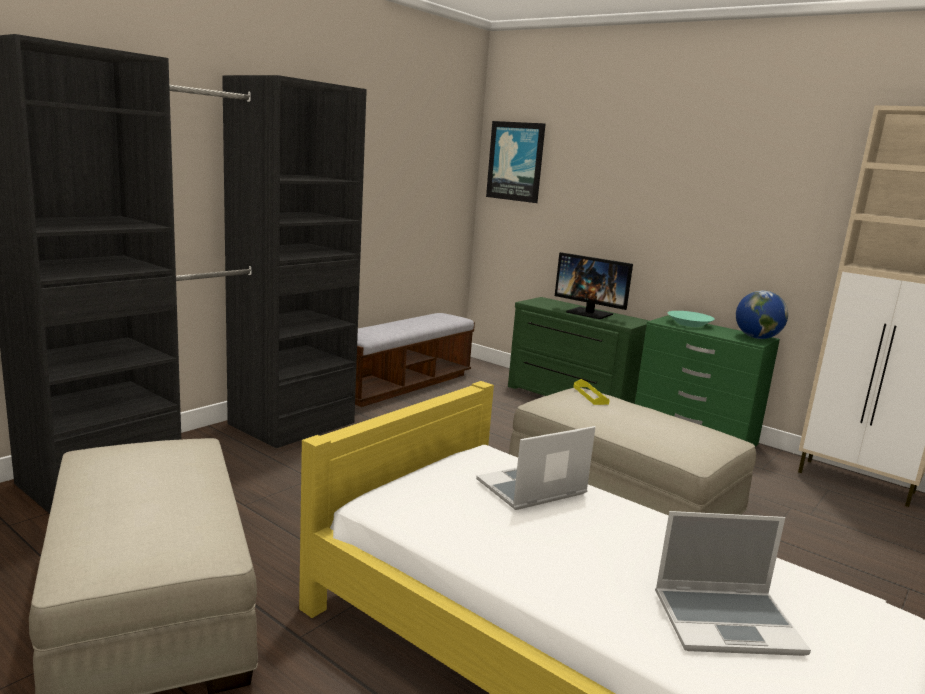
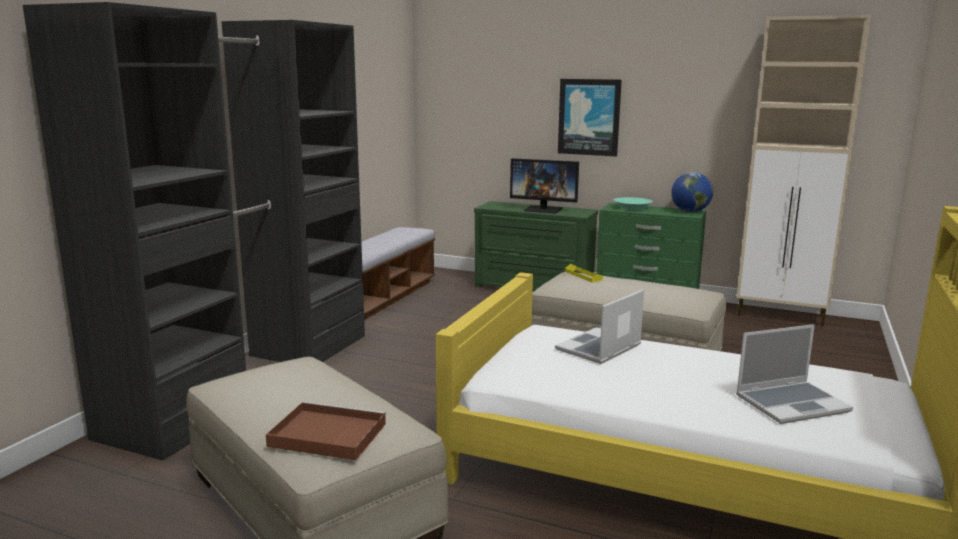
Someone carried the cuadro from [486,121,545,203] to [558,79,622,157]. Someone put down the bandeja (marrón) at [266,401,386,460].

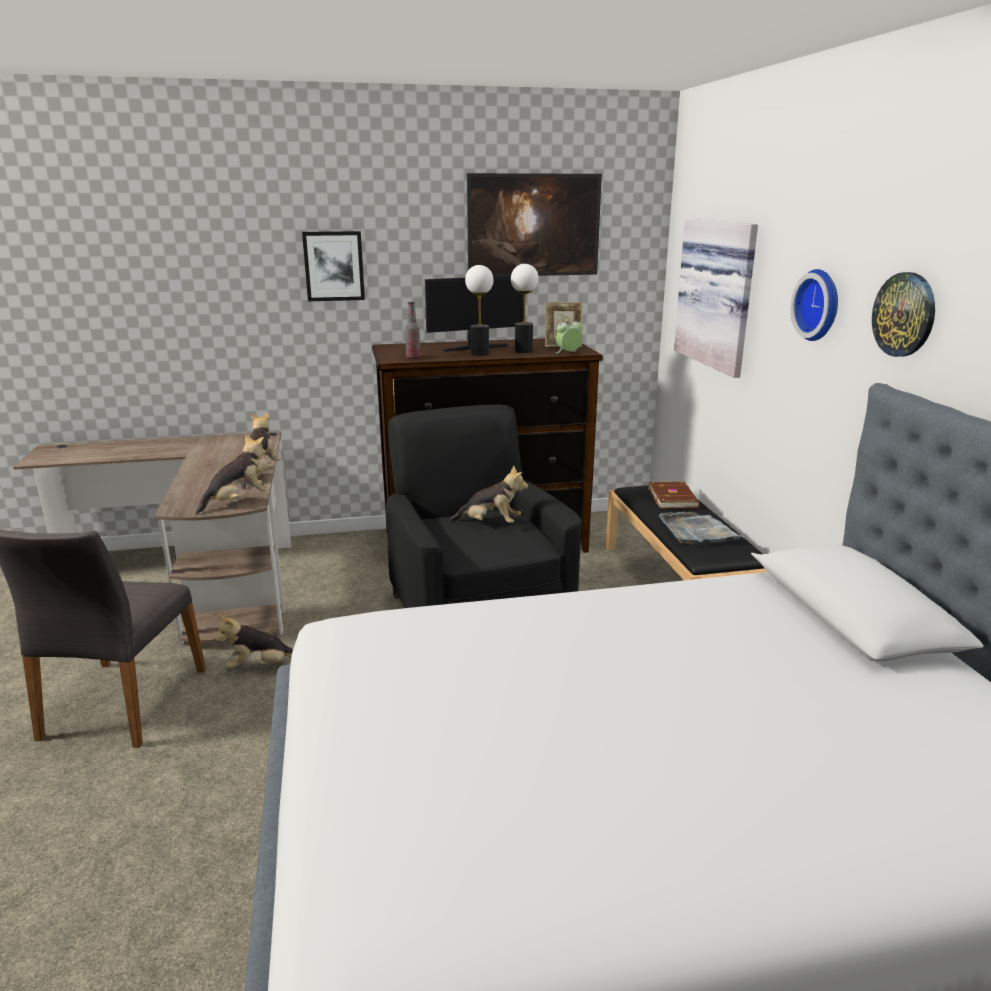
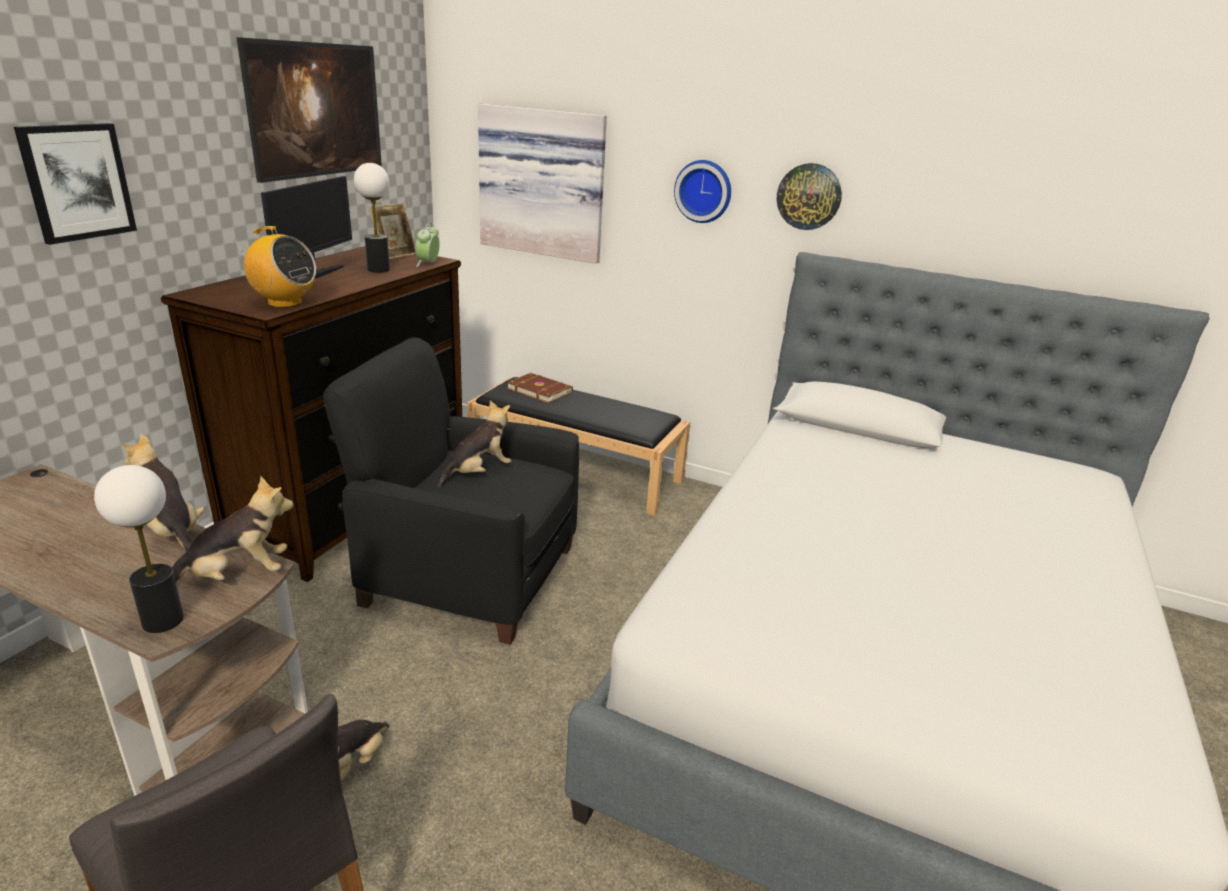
Someone rotated the peluche at [195,434,269,515] by 75 degrees clockwise. Someone swapped the botella at [405,302,421,359] for the radio at [234,226,316,308]. Someone carried the lámpara de mesa from [465,265,493,356] to [94,465,184,633]. Someone took away the bandeja (gris) at [659,512,745,544].

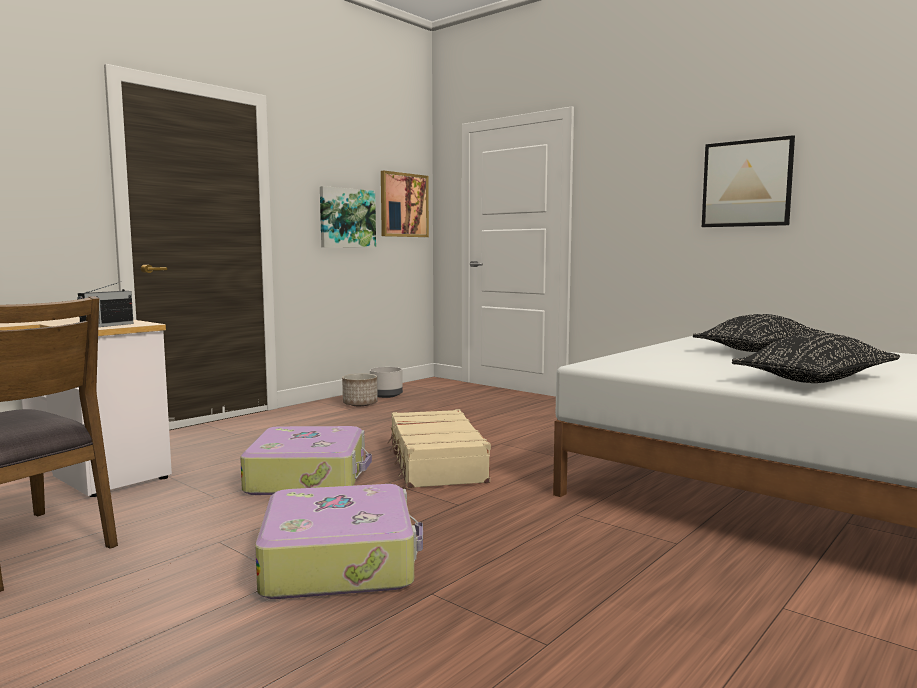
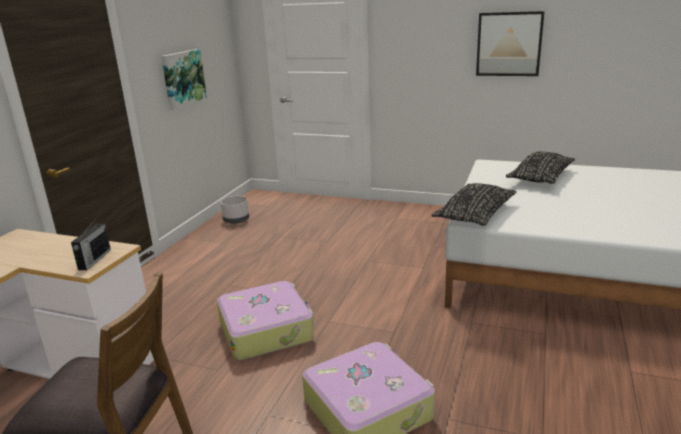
Someone took away the maceta at [342,373,378,406]. Someone took away the cuadro at [381,171,429,237]. Someone took away the maleta (beis) at [387,409,491,488]. Someone carried the cojín (negro) from [732,333,900,383] to [432,183,517,226].

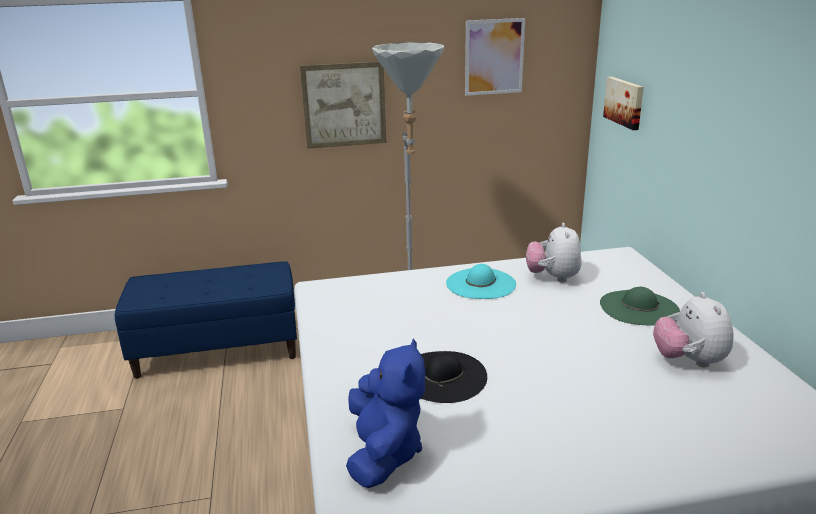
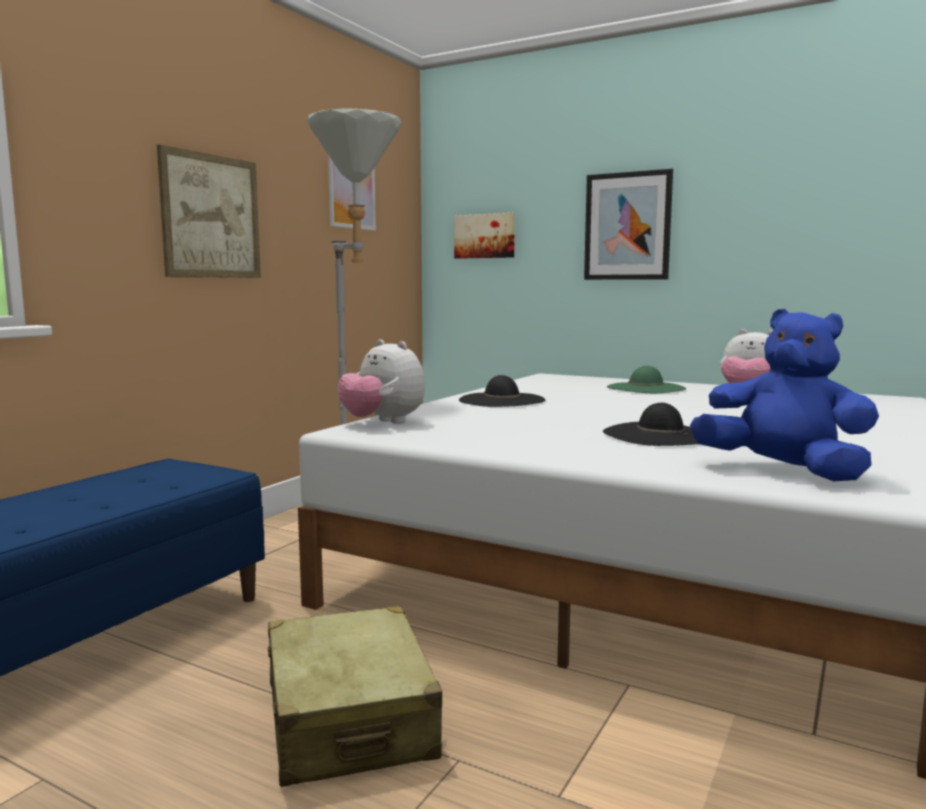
Someone repainted the sombrero (turquesa) at [446,264,516,299], which became the sombrero (negro) at [459,375,545,407]. Someone carried the peluche from [526,223,582,282] to [338,339,425,424]. Someone put down the maleta (beis) at [268,606,442,787]. Someone put up the cuadro at [584,169,673,280].

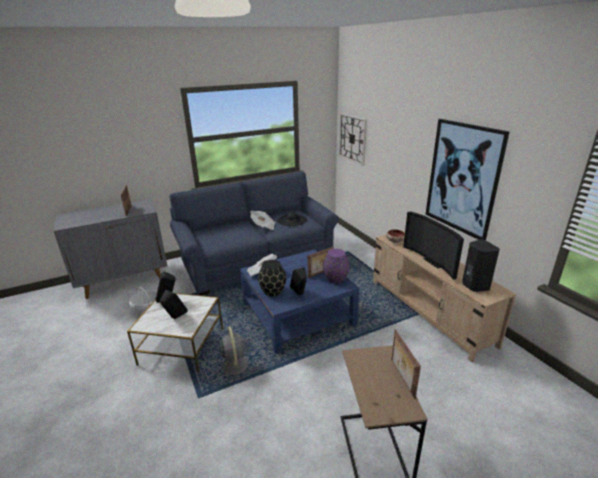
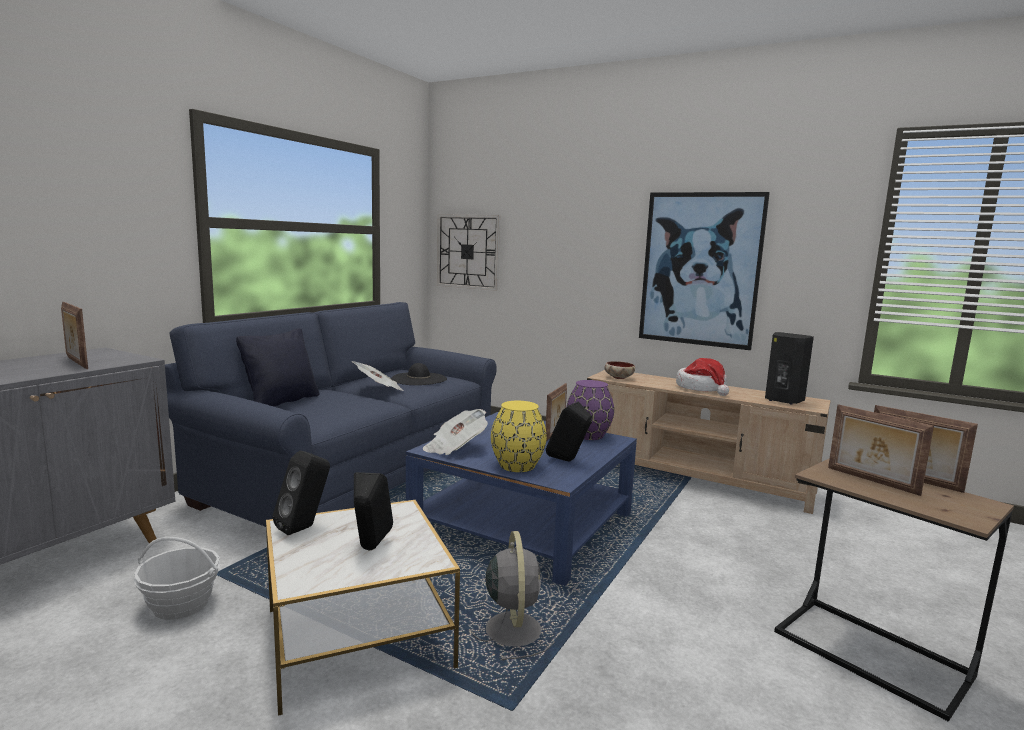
Someone rotated the ventilador (gris) at [216,326,252,383] by 45 degrees clockwise. Someone repainted the florero (negro) at [258,260,286,296], which became the florero (amarillo) at [491,401,547,472]. Someone swapped the televisor at [403,211,464,280] for the sombrero at [676,358,729,396]. Someone put down the cojín (negro) at [236,328,319,406]. Someone put down the portarretratos at [828,404,934,496].

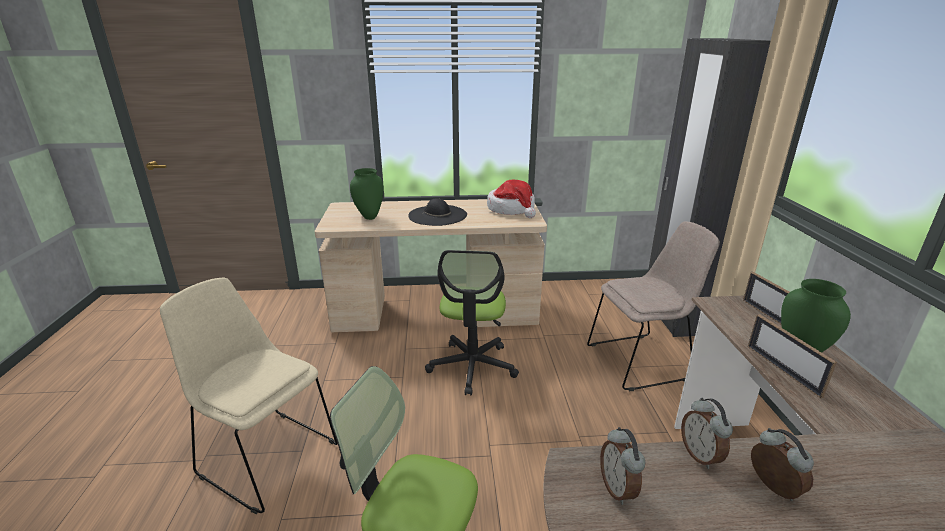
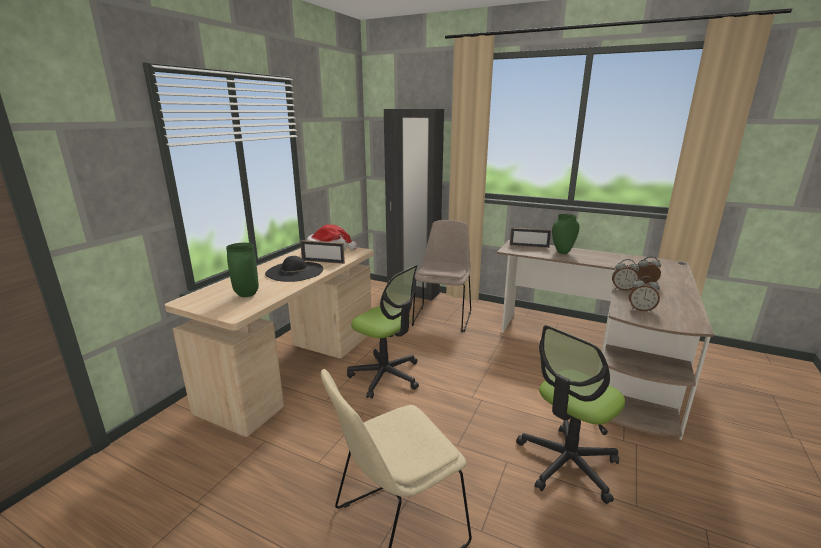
Someone carried the portarretratos from [748,314,837,399] to [300,240,345,264].

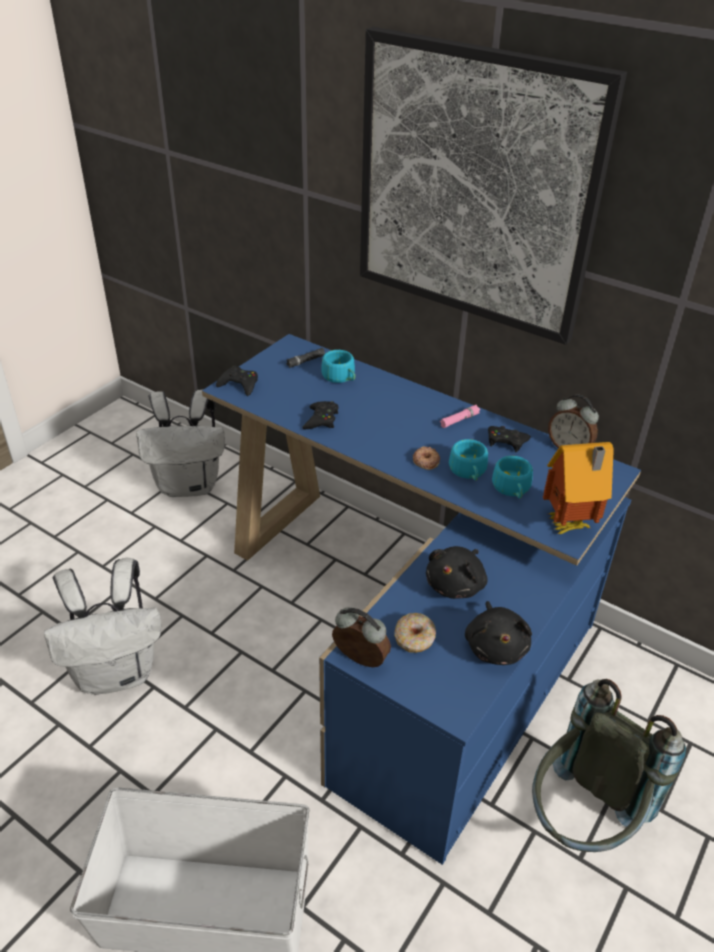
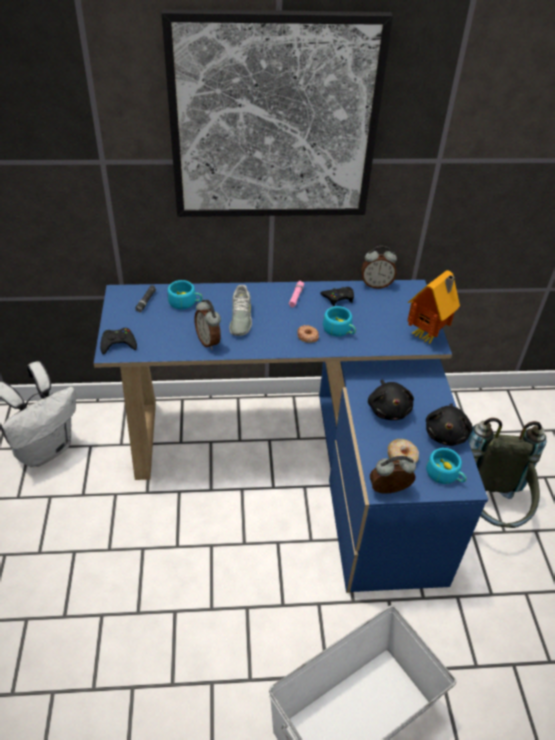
Someone took away the mochila (blanco) at [44,558,161,695]. Someone swapped the mando de consola (negro) at [302,401,338,429] for the despertador at [194,300,221,350]. Someone rotated the peluche (negro) at [465,601,532,665] by 60 degrees clockwise. Someone carried the taza (turquesa) from [492,456,533,498] to [426,448,466,484]. Someone put down the zapato (gris) at [229,285,252,336].

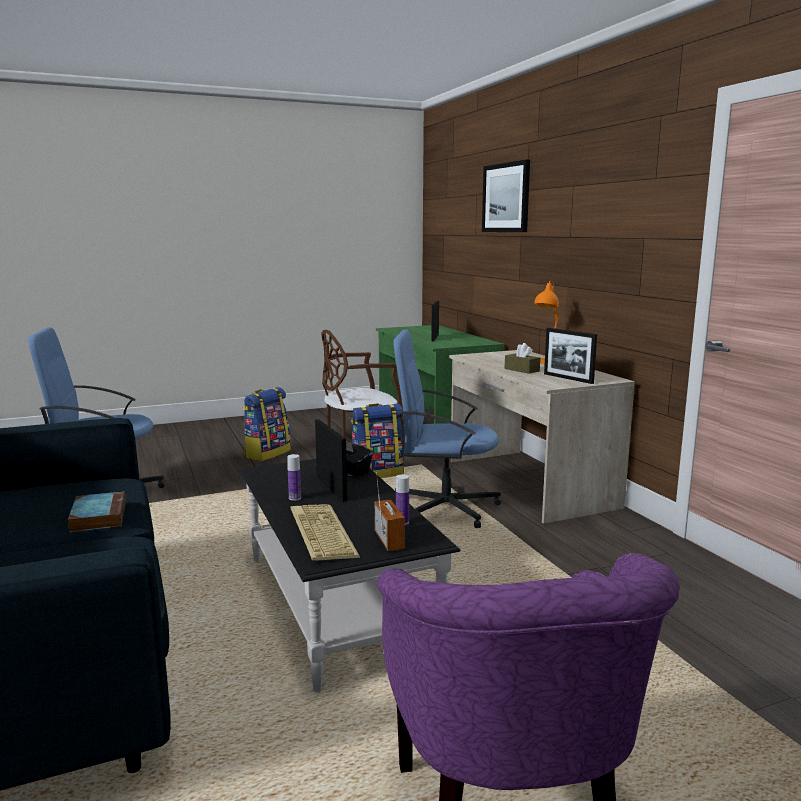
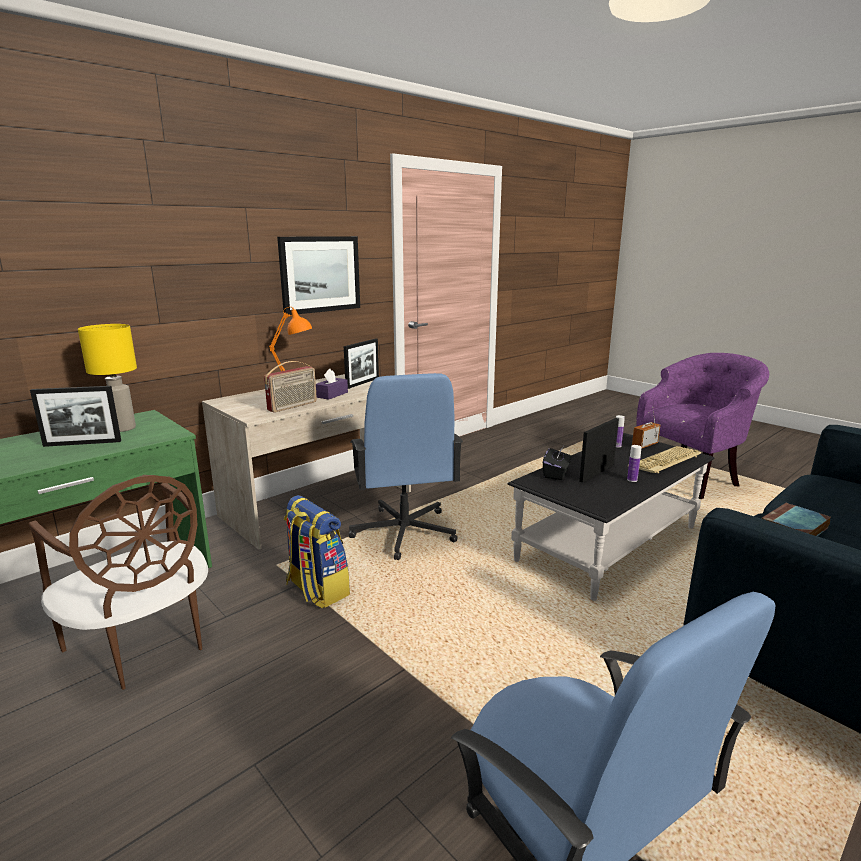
Someone took away the mochila at [243,387,291,461]. Someone carried the cuadro from [482,159,530,232] to [277,236,360,315]. Someone repainted the caja de pañuelos (marrón) at [505,343,540,374], which became the caja de pañuelos (morado) at [316,369,348,400]. Someone put down the lámpara de mesa (amarillo) at [78,324,137,432]. Someone put down the radio at [264,361,317,413].

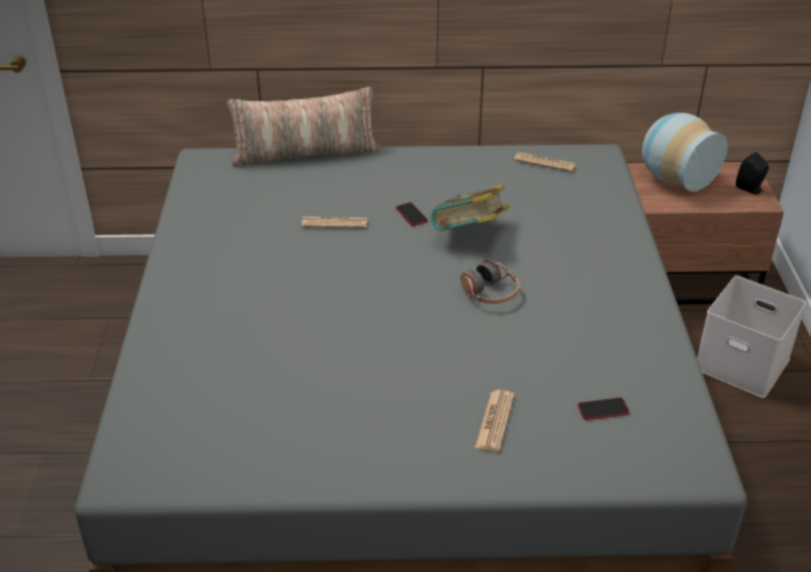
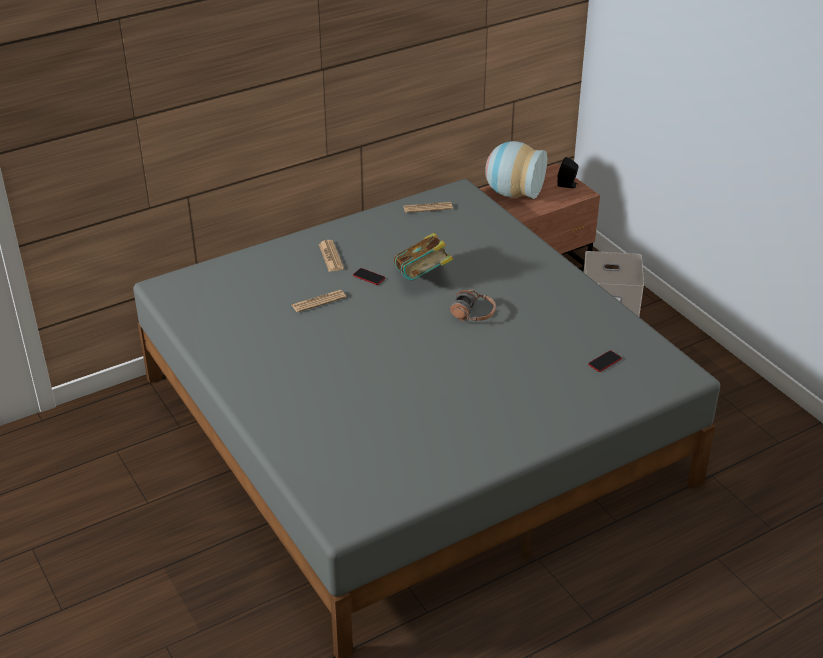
Someone took away the cojín at [227,87,380,166]. Someone carried the periódico from [475,390,514,452] to [319,240,344,272].

